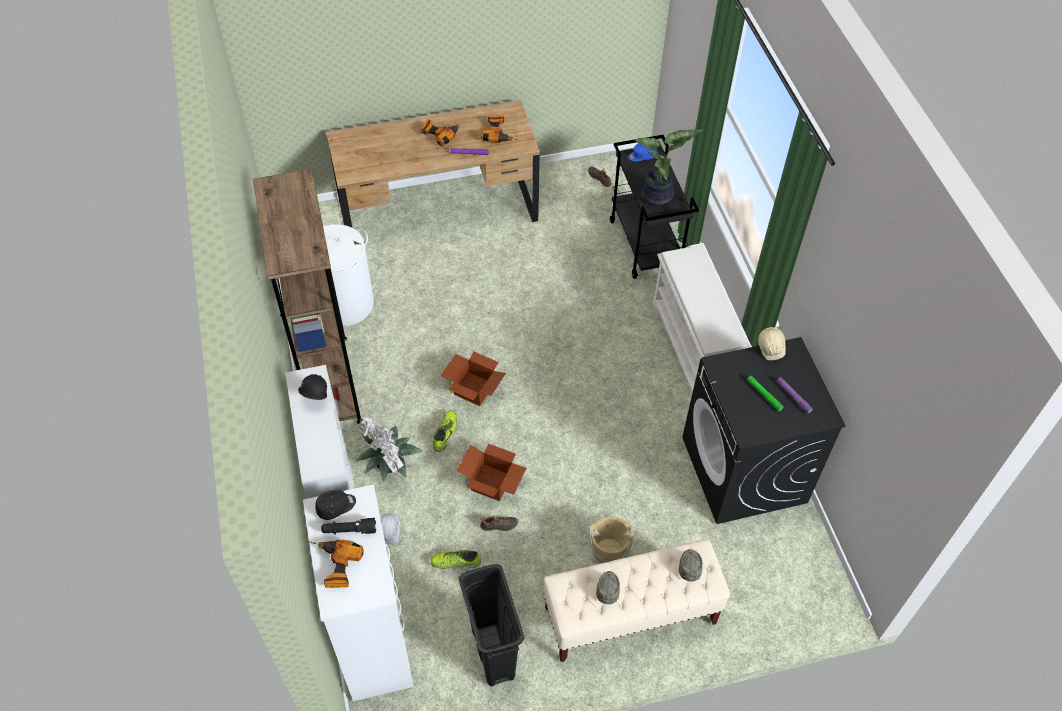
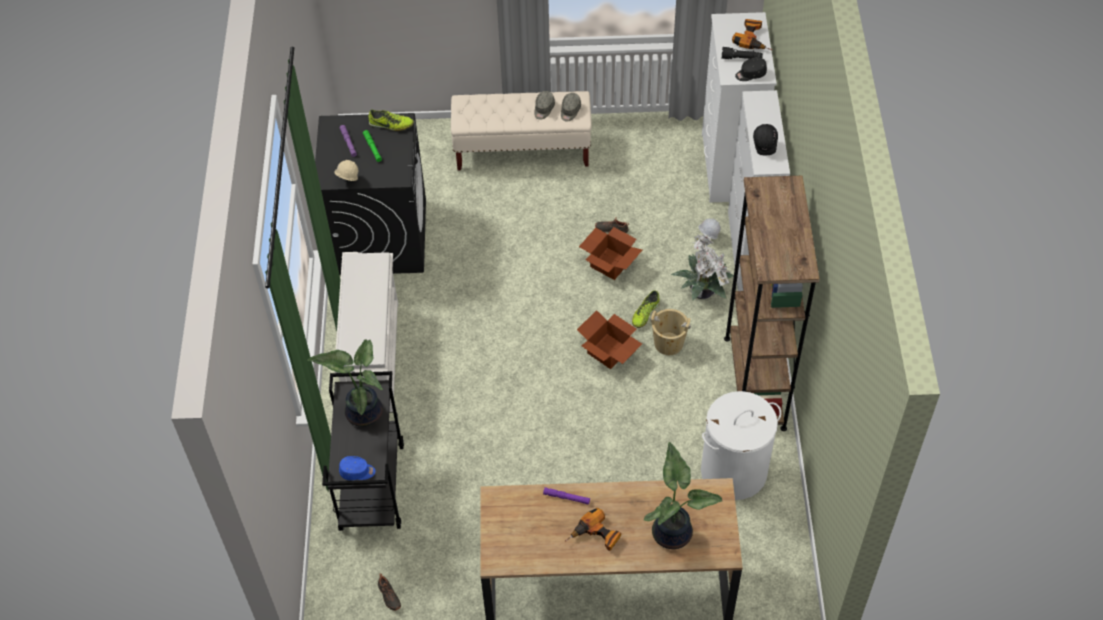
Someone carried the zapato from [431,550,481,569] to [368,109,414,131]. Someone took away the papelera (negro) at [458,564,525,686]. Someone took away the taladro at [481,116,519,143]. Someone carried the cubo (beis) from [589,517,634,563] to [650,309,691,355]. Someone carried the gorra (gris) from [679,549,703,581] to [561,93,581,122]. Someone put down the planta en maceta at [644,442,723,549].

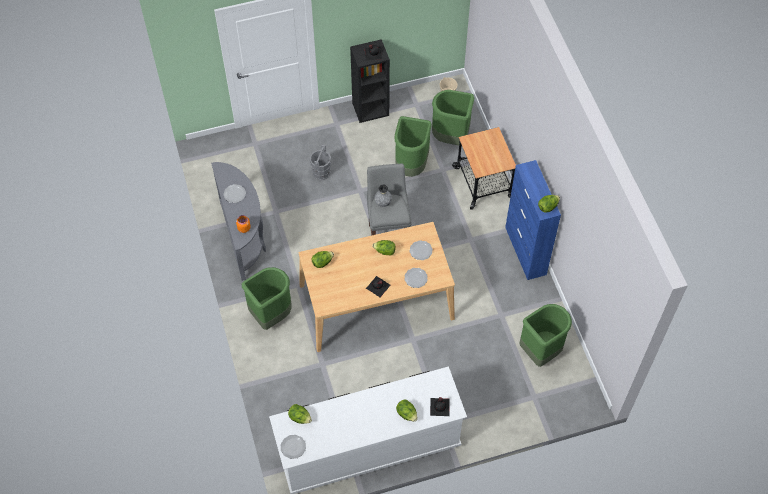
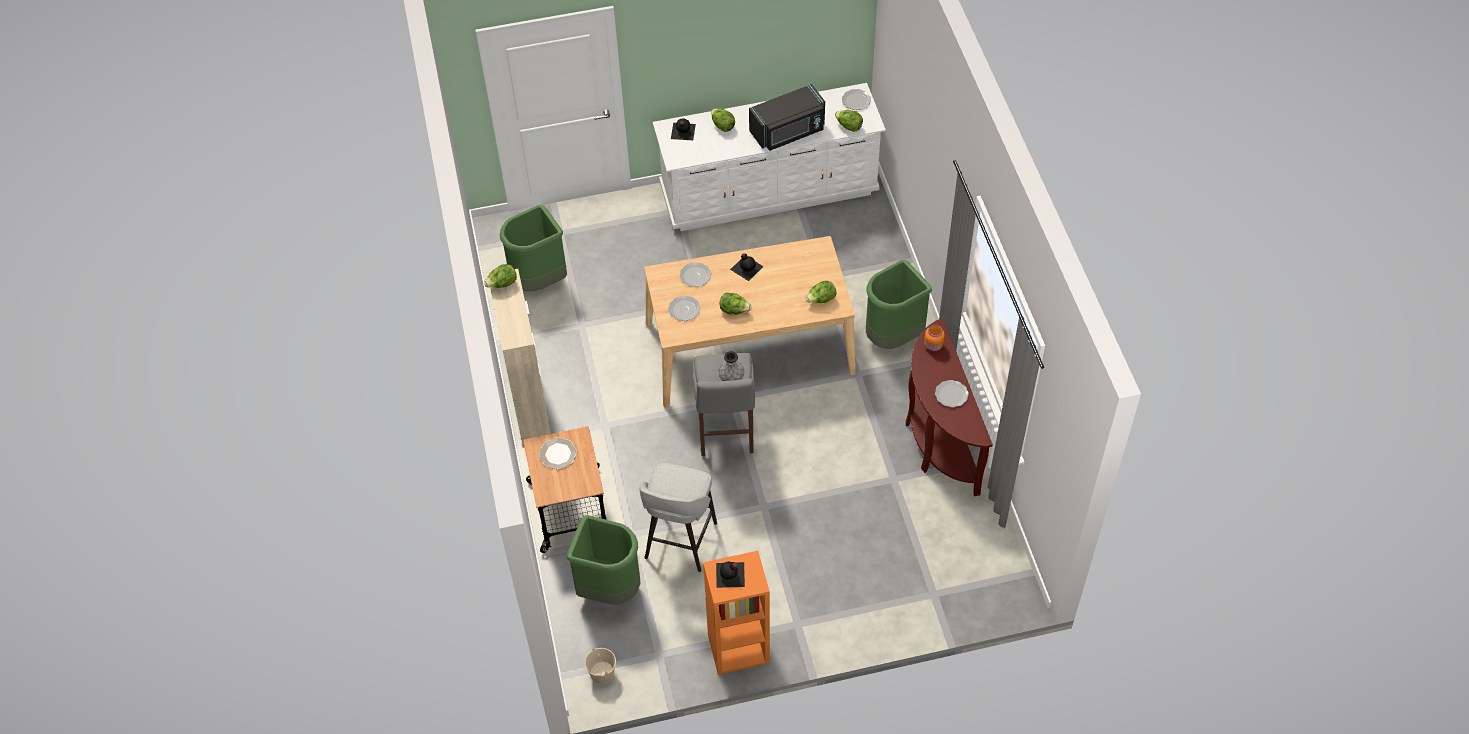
Someone repainted the mesa consola (gris) at [211,162,266,281], which became the mesa consola (marrón) at [906,319,993,496]. Someone took away the cubo (gris) at [310,145,331,180]. Someone repainted the estantería (negro) at [350,39,390,123], which became the estantería (naranja) at [703,551,770,675]. Someone swapped the papelera (verde) at [395,116,432,177] for the taburete (gris) at [640,463,717,572]. Someone repainted the armario (azul) at [505,160,561,280], which became the armario (beis) at [488,269,551,446]. Someone put down the plato at [538,437,577,470]. Someone put down the microondas (negro) at [749,84,825,151].

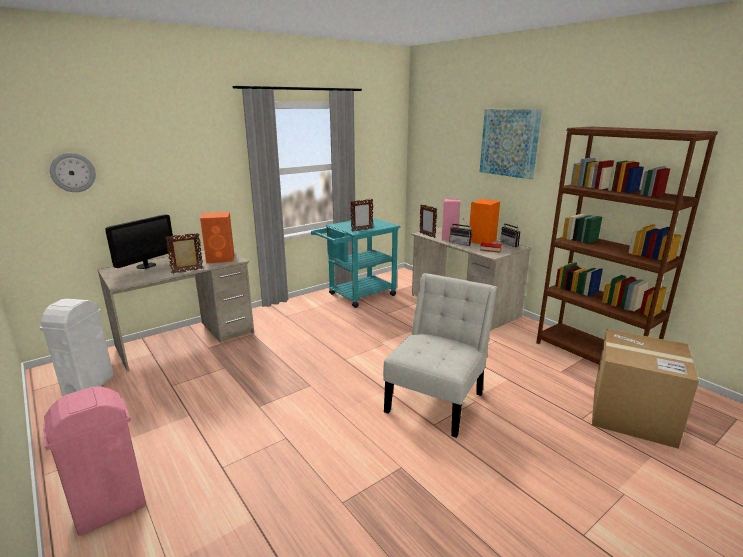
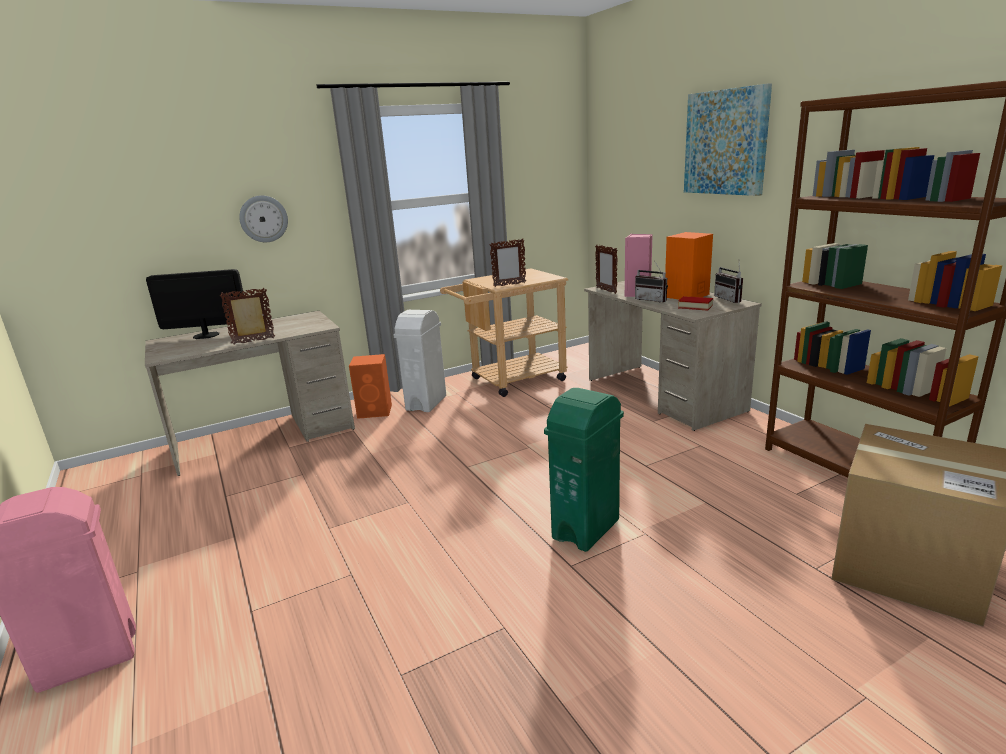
Someone carried the papelera (blanco) from [39,299,114,396] to [394,310,446,412]. Someone carried the reloj de pared from [50,153,96,192] to [239,195,288,242]. Someone rotated the monitor at [105,214,173,269] by 135 degrees counterclockwise. Someone carried the altavoz (naranja) from [200,212,234,264] to [349,354,392,419]. Someone repainted the carrito (turquesa) at [311,217,400,308], which became the carrito (beis) at [440,269,568,397]. Someone swapped the silla (blanco) at [383,273,497,438] for the papelera (verde) at [544,388,624,552].

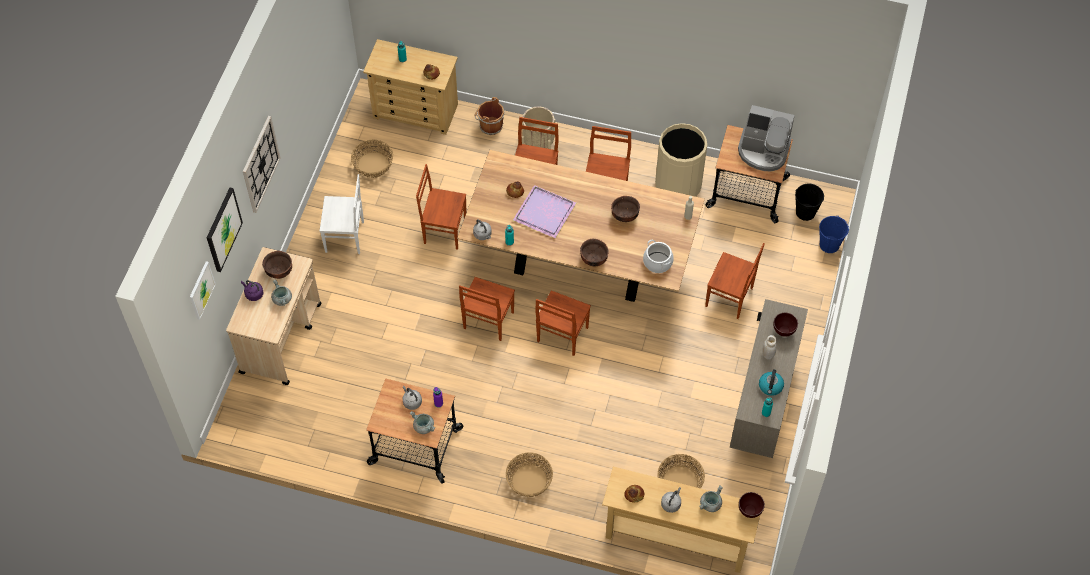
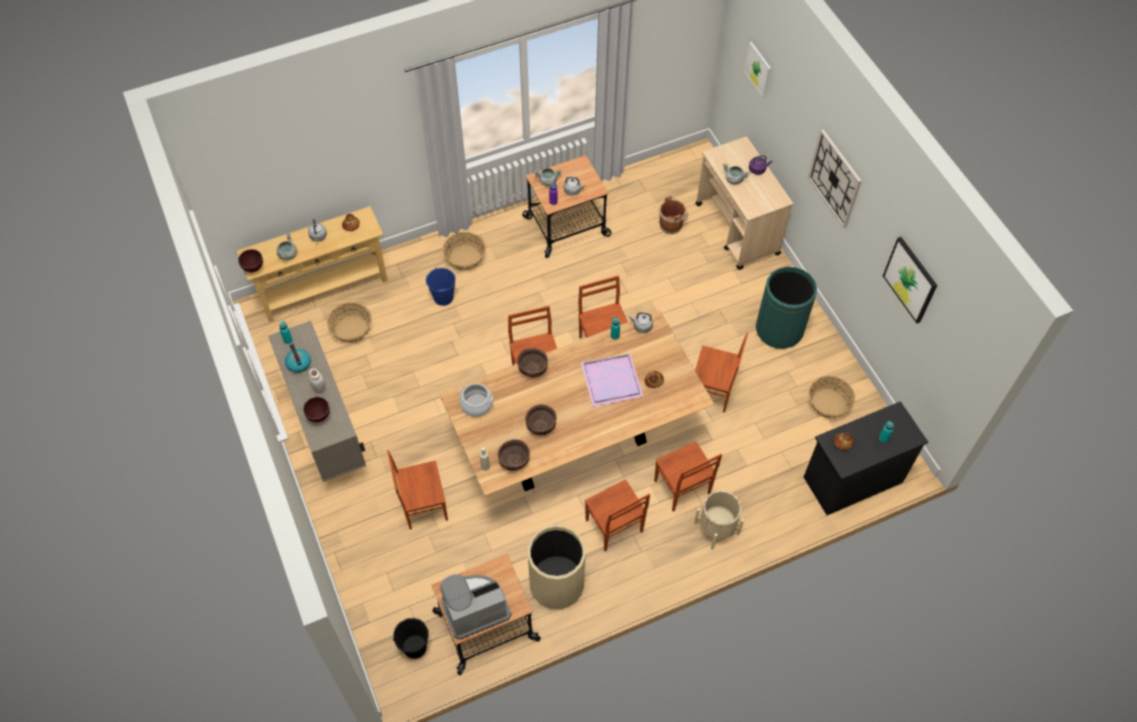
Someone carried the cuadro from [207,188,243,272] to [883,237,937,323]. Someone carried the cuenco (marrón) from [262,251,292,279] to [497,439,530,471]. Someone swapped the silla (blanco) at [320,174,364,254] for the papelera (verde) at [756,267,817,349]. Someone repainted the cómoda (beis) at [363,39,458,135], which became the cómoda (negro) at [804,401,928,515]. Someone rotated the silla (marrón) at [416,164,467,250] by 45 degrees clockwise. Someone carried the cubo (marrón) from [474,97,504,135] to [658,196,688,234]. Someone carried the cubo (azul) from [819,215,849,253] to [426,267,456,306].

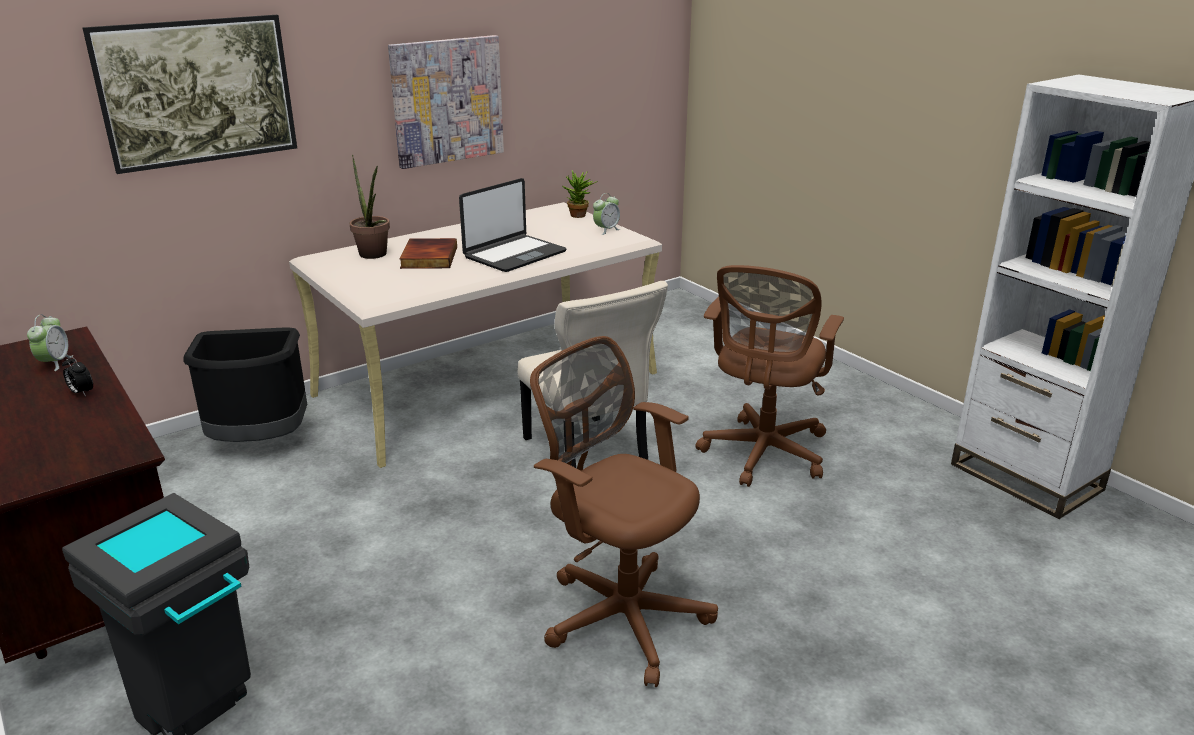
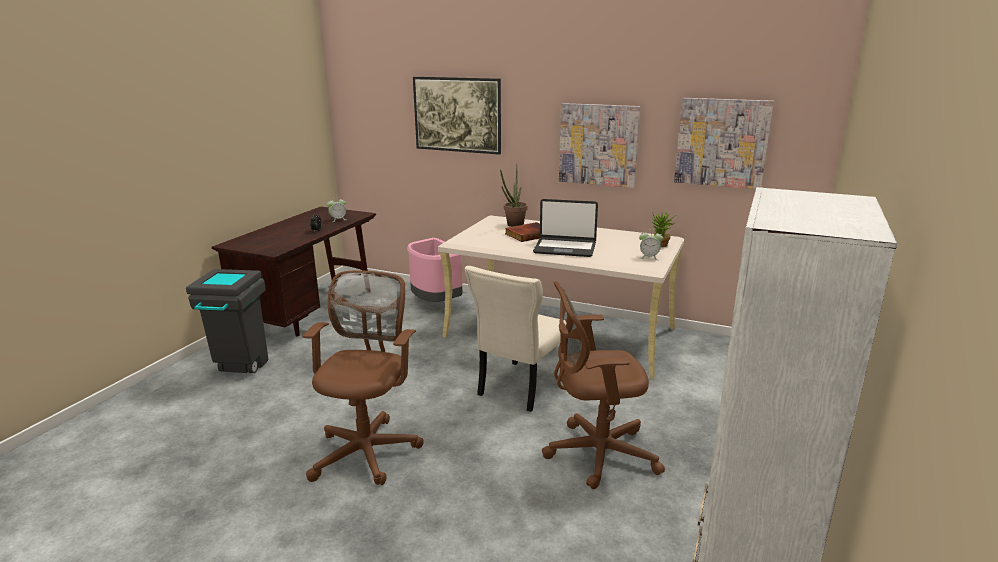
Someone repainted the papelera (negro) at [183,327,307,442], which became the papelera (rosa) at [407,238,463,302]. Someone put up the cuadro at [674,98,774,189].

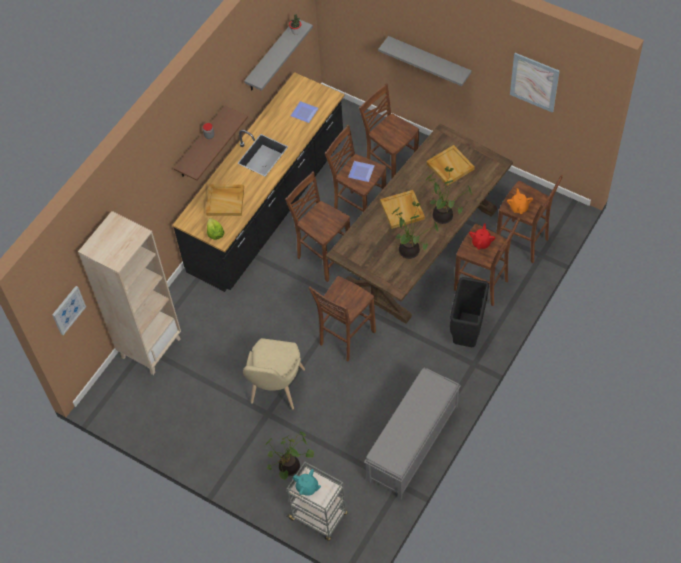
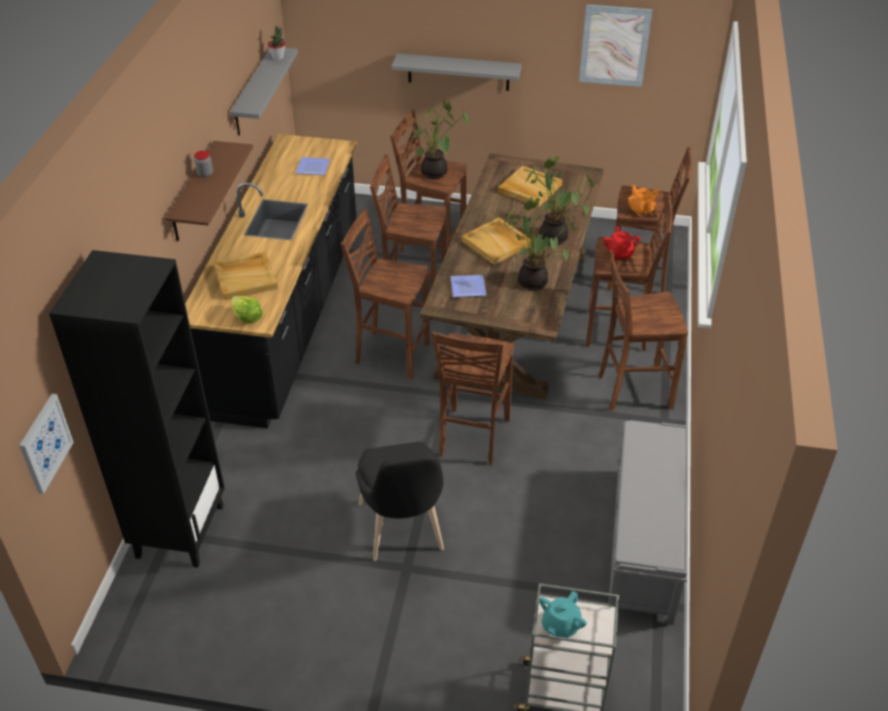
Someone repainted the estantería (beis) at [78,211,181,375], which became the estantería (negro) at [49,250,225,568]. Someone repainted the silla (beis) at [243,338,305,409], which became the silla (negro) at [356,441,444,561]. Someone carried the planta en maceta from [266,430,314,480] to [407,100,469,179]. Someone rotated the tetera (turquesa) at [293,469,321,496] by 120 degrees clockwise. Someone carried the plato from [348,161,375,182] to [450,275,486,297]. Someone swapped the papelera (negro) at [450,277,489,347] for the taburete (marrón) at [598,250,688,411].

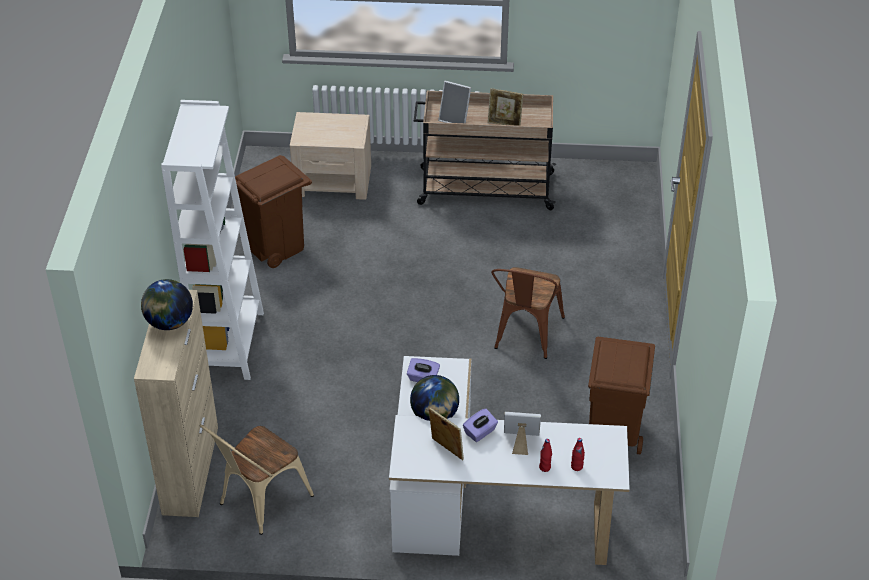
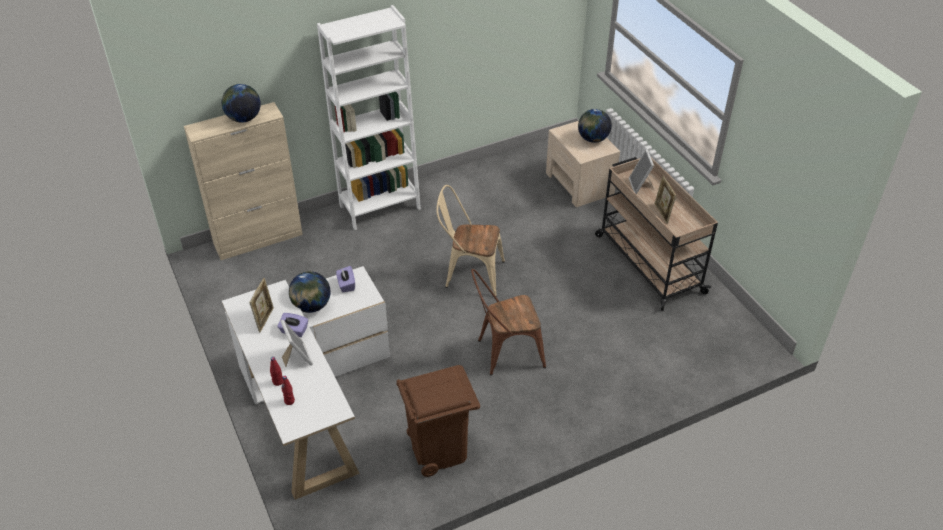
Someone carried the silla (beis) from [199,424,314,535] to [436,185,505,297]. Someone took away the papelera (marrón) at [235,155,312,268]. Someone put down the globo terráqueo at [578,109,612,143].

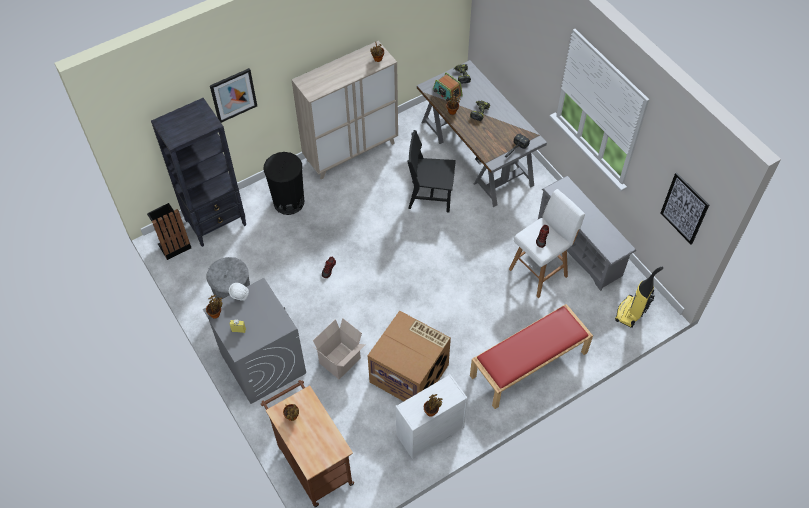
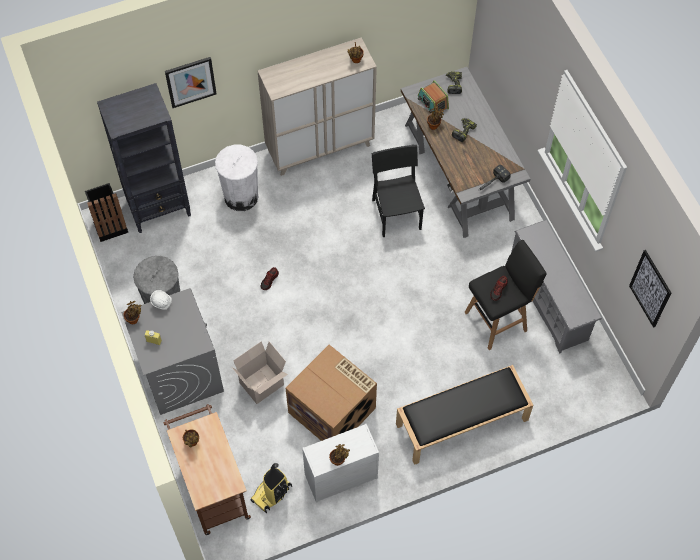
Someone repainted the papelera (negro) at [263,152,304,215], which became the papelera (blanco) at [215,145,258,211]. Someone rotated the silla (negro) at [407,130,456,213] by 60 degrees clockwise. Someone repainted the banco (rojo) at [470,304,593,409], which became the banco (negro) at [396,365,533,465]. Someone repainted the taburete (blanco) at [509,189,585,298], which became the taburete (negro) at [464,240,547,350]. Someone carried the aspiradora from [615,266,663,328] to [251,463,292,513].

